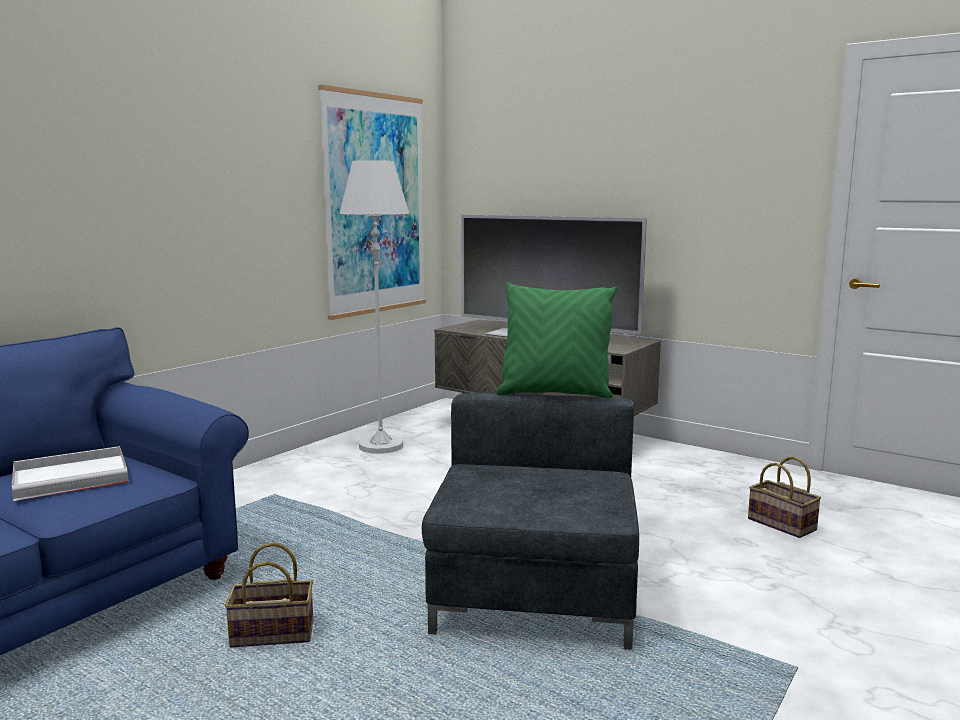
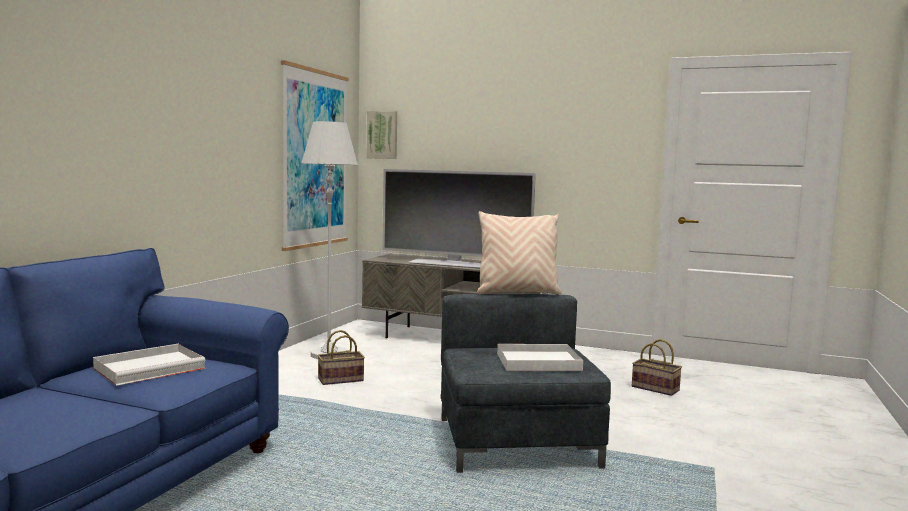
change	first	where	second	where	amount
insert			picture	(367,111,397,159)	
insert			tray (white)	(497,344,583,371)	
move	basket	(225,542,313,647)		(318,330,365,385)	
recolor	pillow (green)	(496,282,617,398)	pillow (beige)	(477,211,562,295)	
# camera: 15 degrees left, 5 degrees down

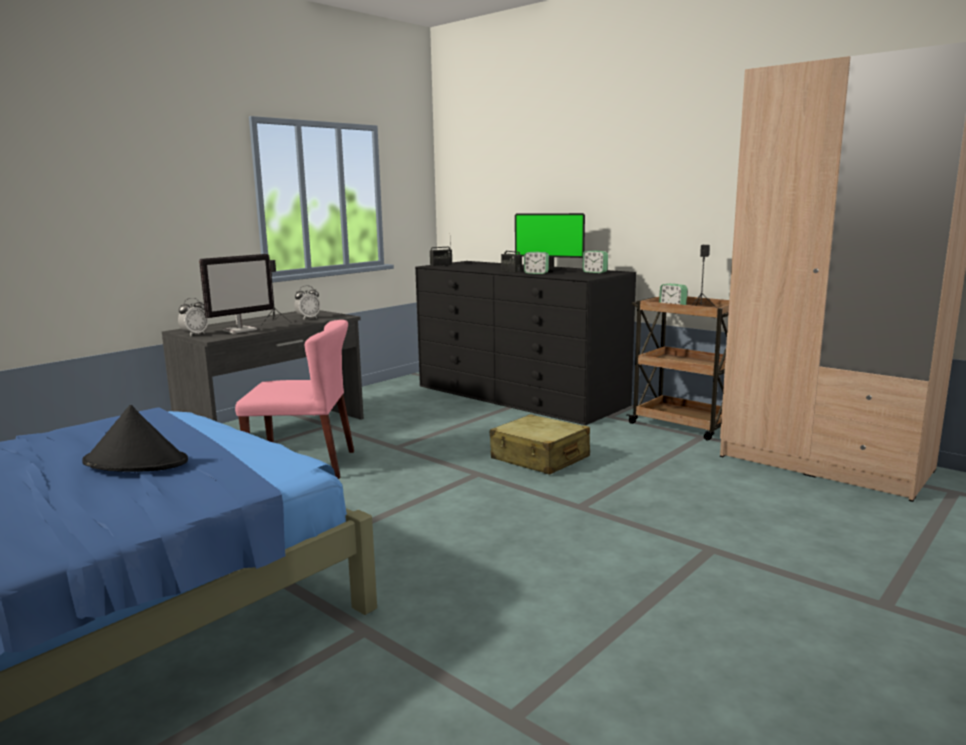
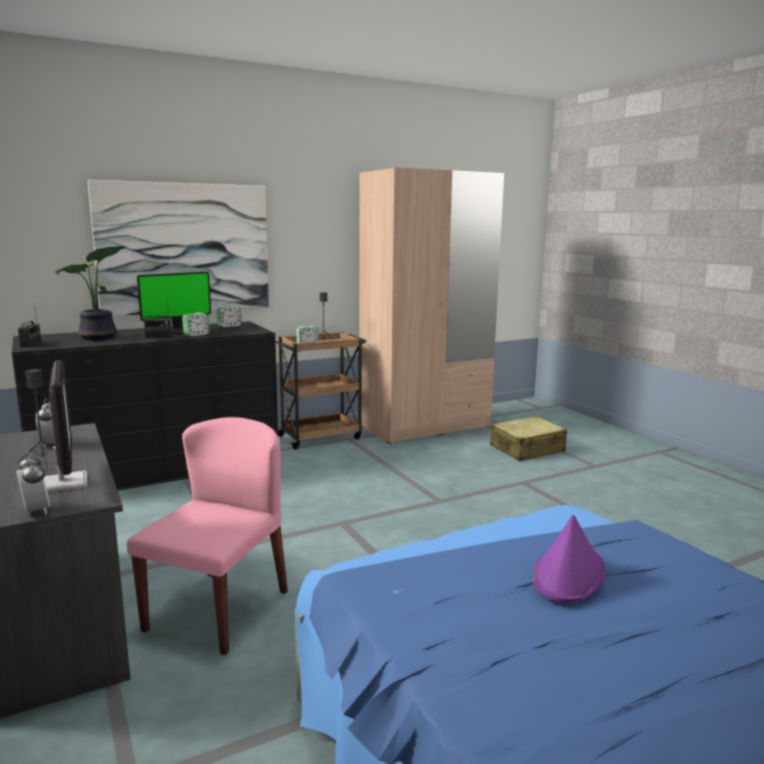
change	first	where	second	where	amount
insert			potted plant	(55,246,126,340)	
insert			picture	(88,180,269,316)	
move	suitcase (beige)	(490,414,590,475)		(490,416,567,461)	
recolor	hat (black)	(82,405,188,472)	hat (purple)	(533,515,605,602)	
# camera: 70 degrees left, 0 degrees up

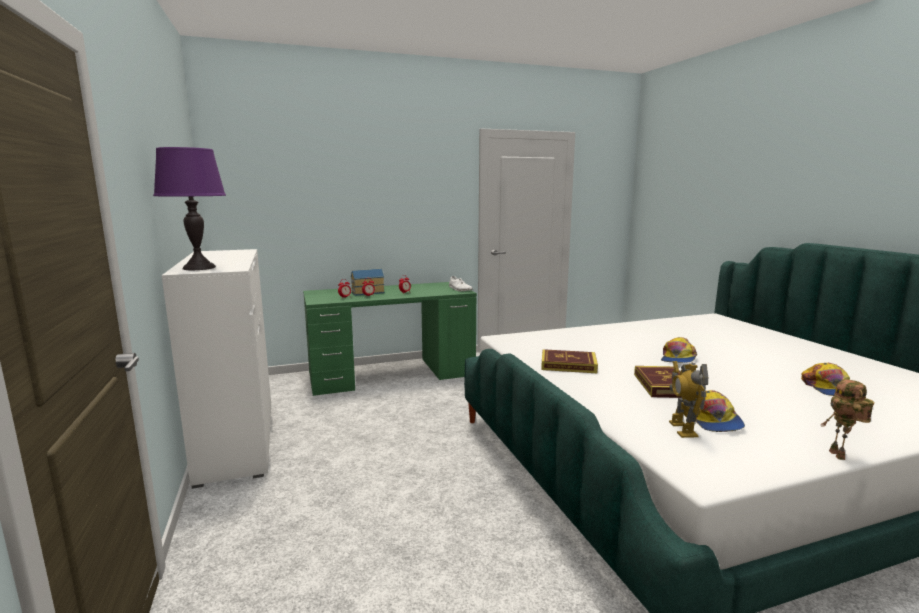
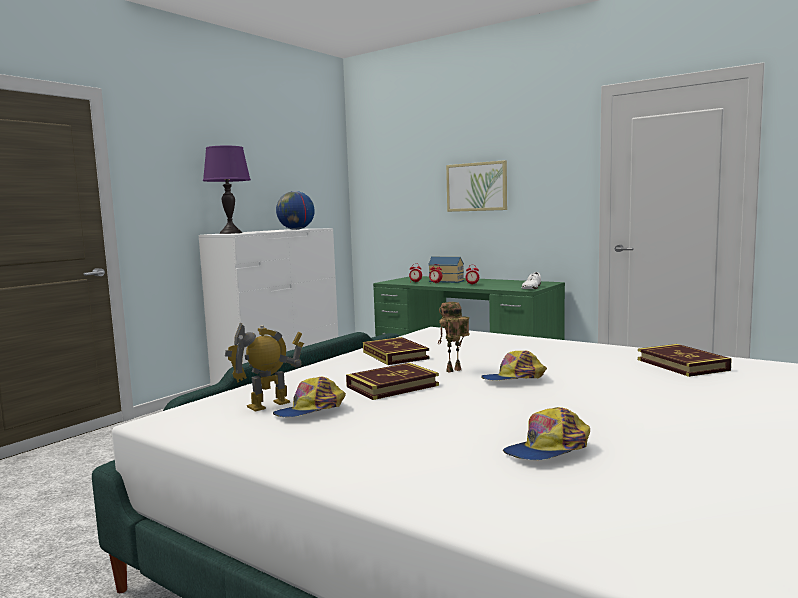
change	first	where	second	where	amount
insert			globe	(276,191,315,230)	
insert			picture	(446,160,507,212)	
insert			book	(638,344,732,377)	
move	toy robot	(821,380,875,460)		(438,302,469,372)	
# camera: 55 degrees right, 5 degrees down

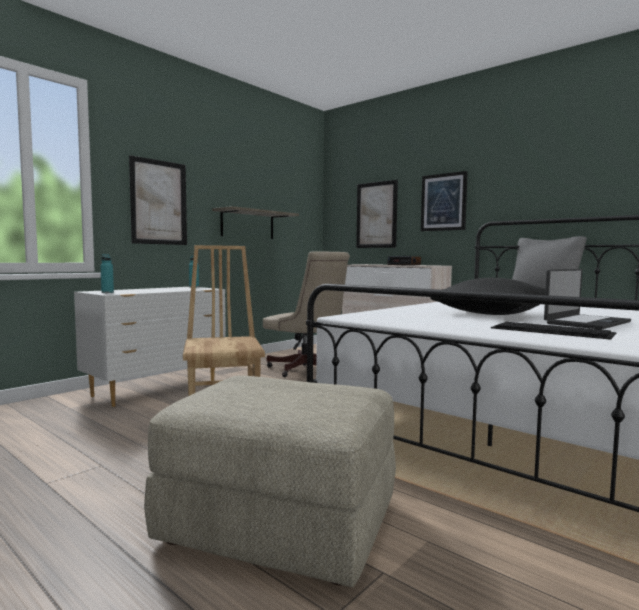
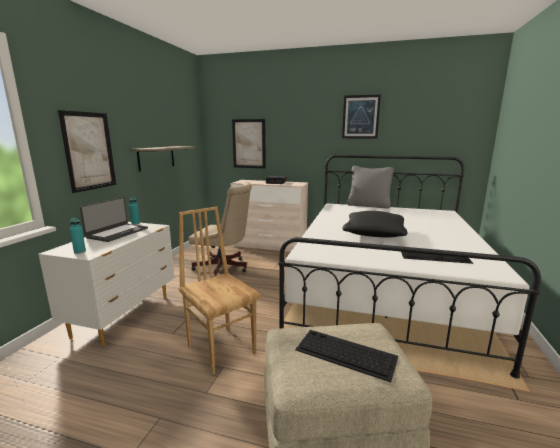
change	first	where	second	where	amount
insert			keyboard	(295,330,398,382)	
move	picture	(421,171,468,231)		(342,94,381,138)	
move	laptop	(544,269,631,330)		(80,197,148,242)	
# camera: 25 degrees left, 10 degrees up

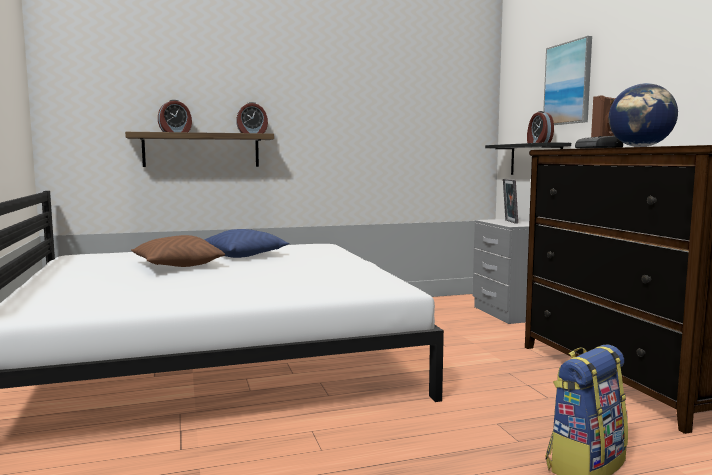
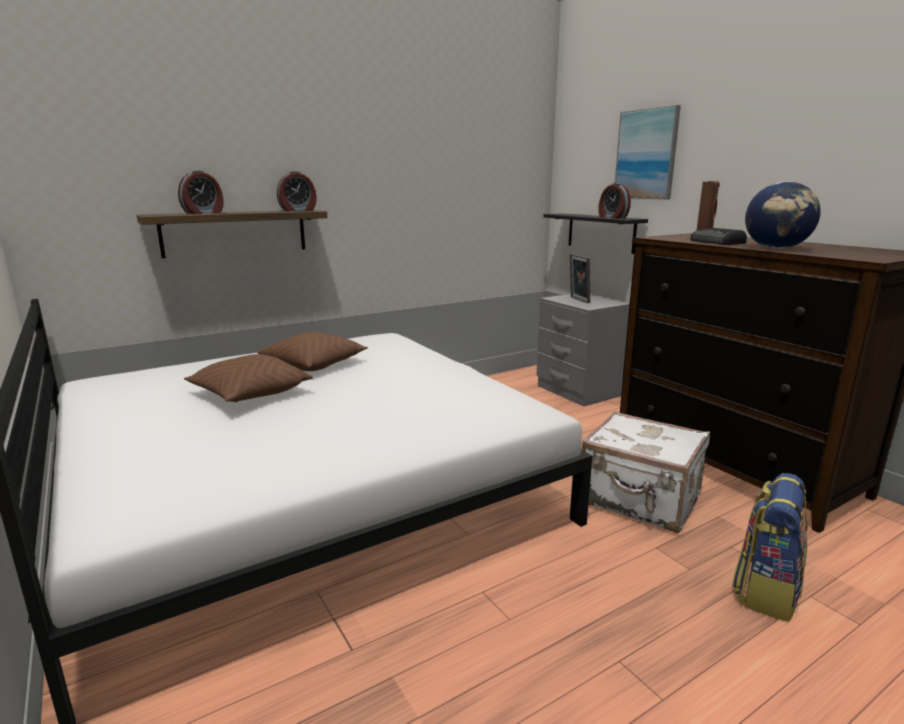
change	first	where	second	where	amount
insert			suitcase (white)	(582,411,710,533)	
recolor	pillow (blue)	(205,229,289,258)	pillow (brown)	(258,332,368,371)	
# camera: 15 degrees left, 10 degrees up

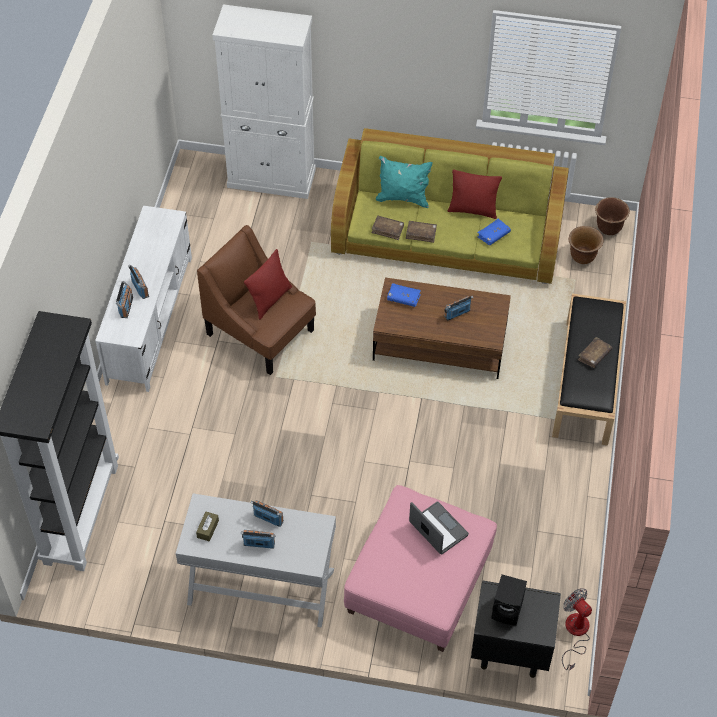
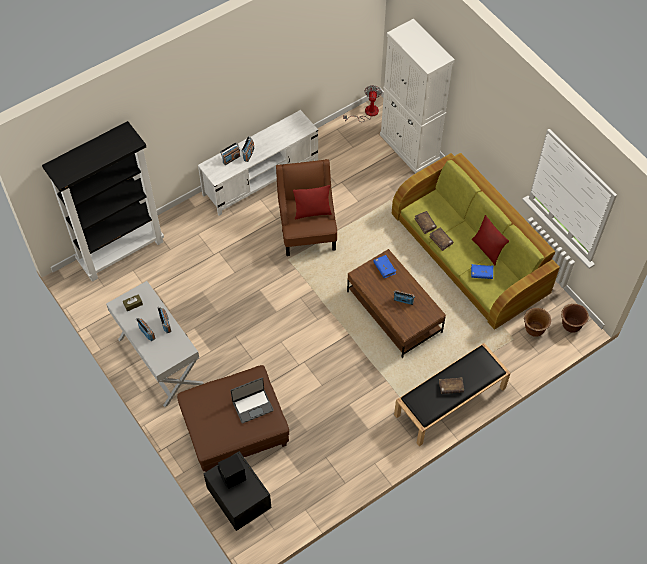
change	first	where	second	where	amount
delete	pillow (turquoise)	(376,156,433,208)			
move	fan	(562,588,592,671)		(343,85,382,122)	
recolor	ottoman (pink)	(344,485,497,652)	ottoman (brown)	(177,365,289,472)	
rotate	laptop	(409,501,469,554)		(230,377,274,423)	60 degrees clockwise
# camera: 45 degrees right, 5 degrees up

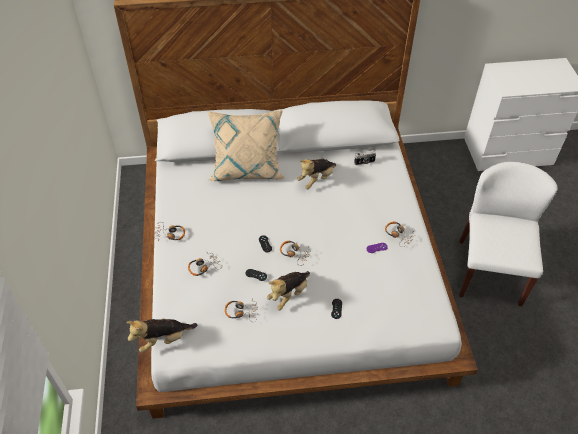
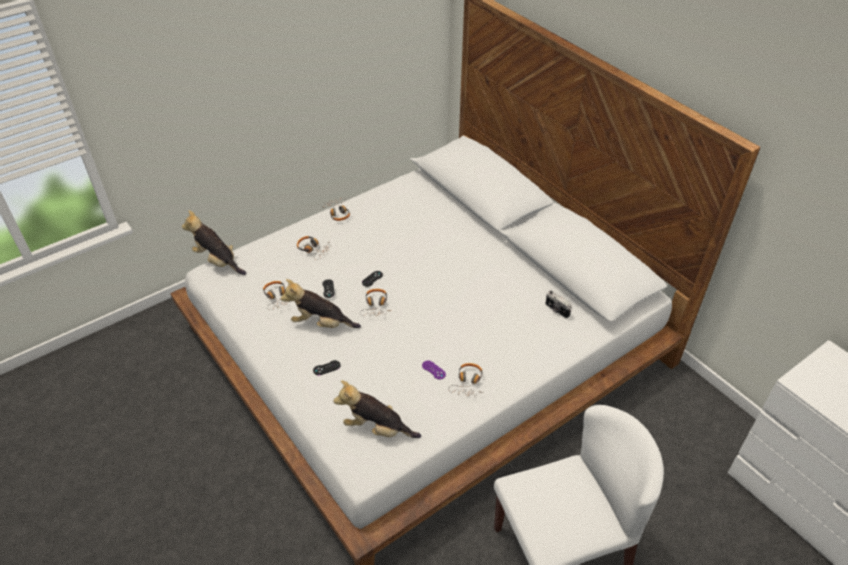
change	first	where	second	where	amount
delete	pillow (beige)	(207,110,286,181)			
move	plush toy	(297,159,336,189)		(334,380,421,438)	
# camera: 60 degrees right, 5 degrees down

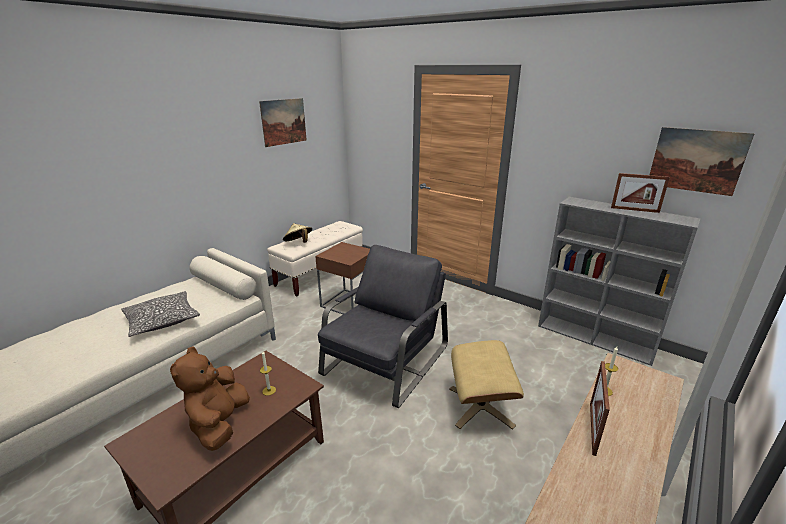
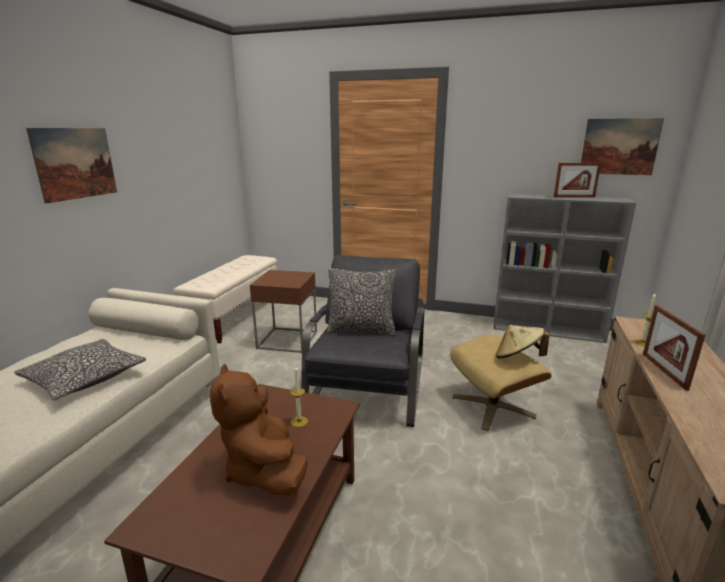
change	first	where	second	where	amount
insert			pillow	(326,268,397,336)	
move	picture	(259,98,307,147)		(26,128,117,204)	
move	hat (beige)	(283,223,312,243)		(495,325,550,359)	
# camera: 20 degrees left, 5 degrees down

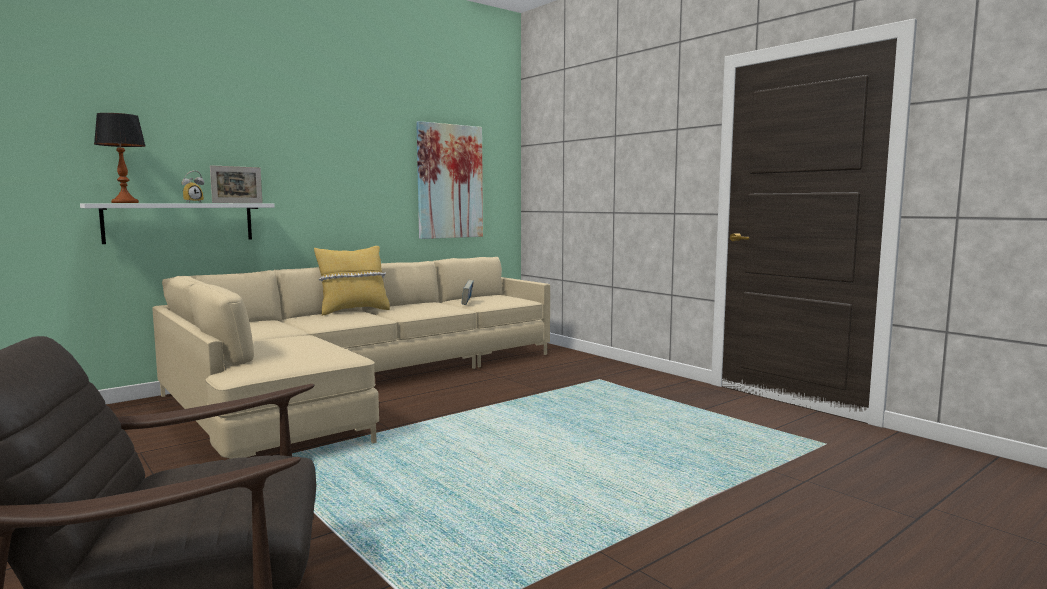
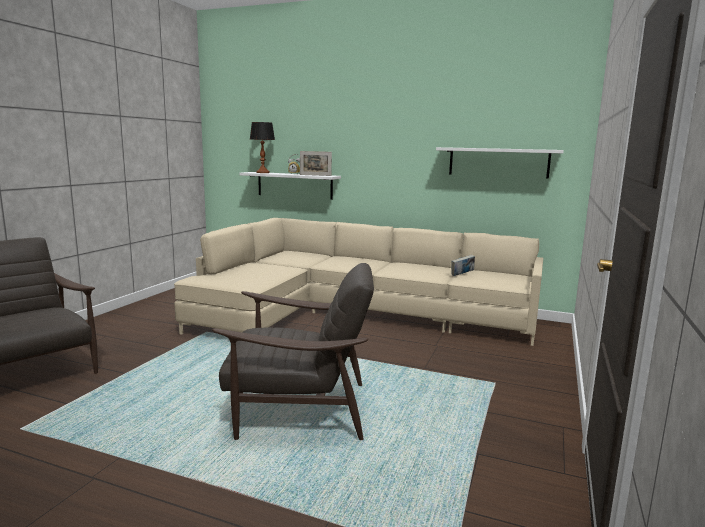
change	first	where	second	where	amount
delete	pillow (yellow)	(314,246,390,315)			
insert			armchair (brown)	(212,263,374,440)	
replace	picture	(416,121,483,239)	shelf (white)	(436,147,564,179)	
# camera: 60 degrees right, 5 degrees up

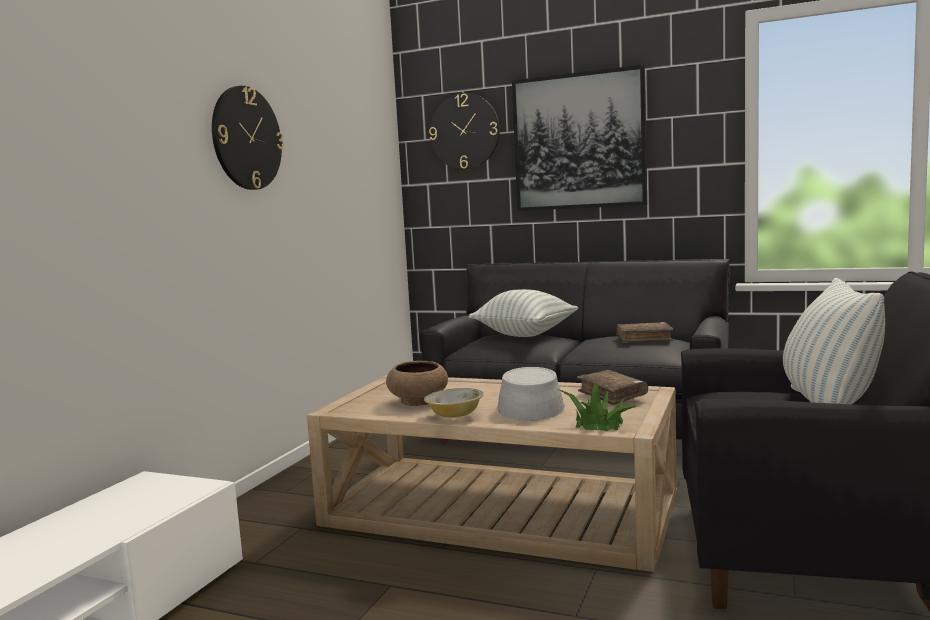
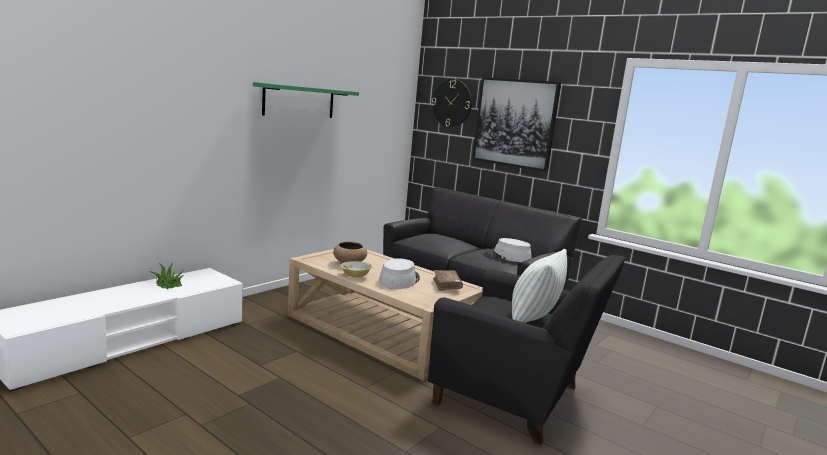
change	first	where	second	where	amount
delete	pillow	(469,289,578,337)			
move	potted plant	(558,379,637,431)		(149,263,184,289)	
replace	wall clock	(212,86,284,190)	shelf (green)	(253,82,359,118)	
replace	book (brown)	(616,322,674,343)	hat (grey)	(485,238,532,262)	
# camera: 15 degrees right, 5 degrees up

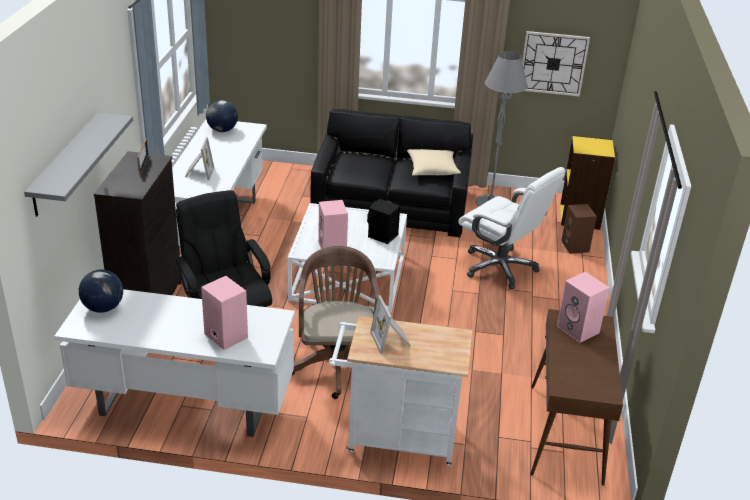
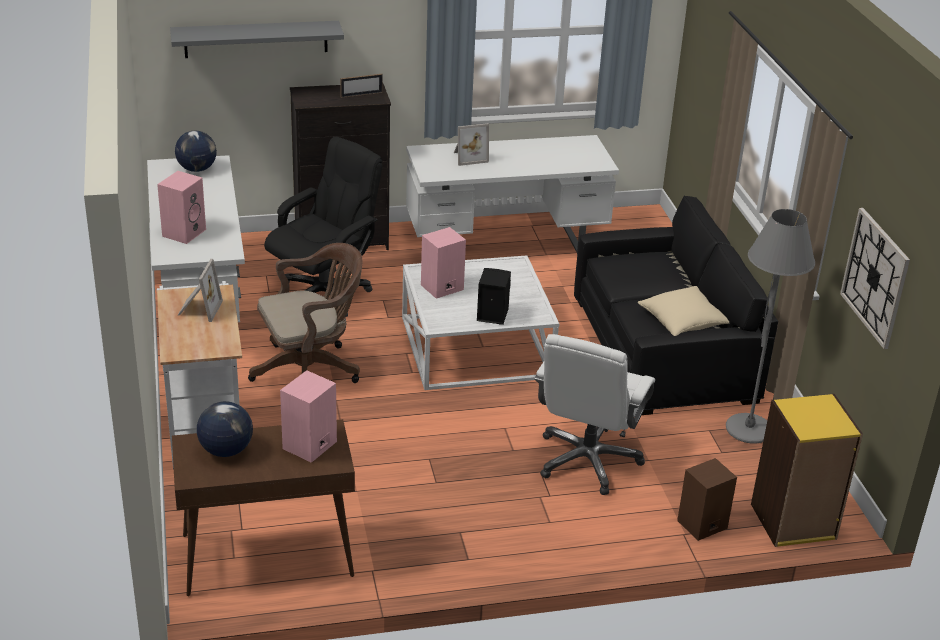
change	first	where	second	where	amount
move	globe	(206,100,238,132)		(197,401,253,457)	
rotate	picture frame	(370,295,411,354)		(178,259,223,322)	135 degrees clockwise
# camera: 70 degrees right, 0 degrees up

